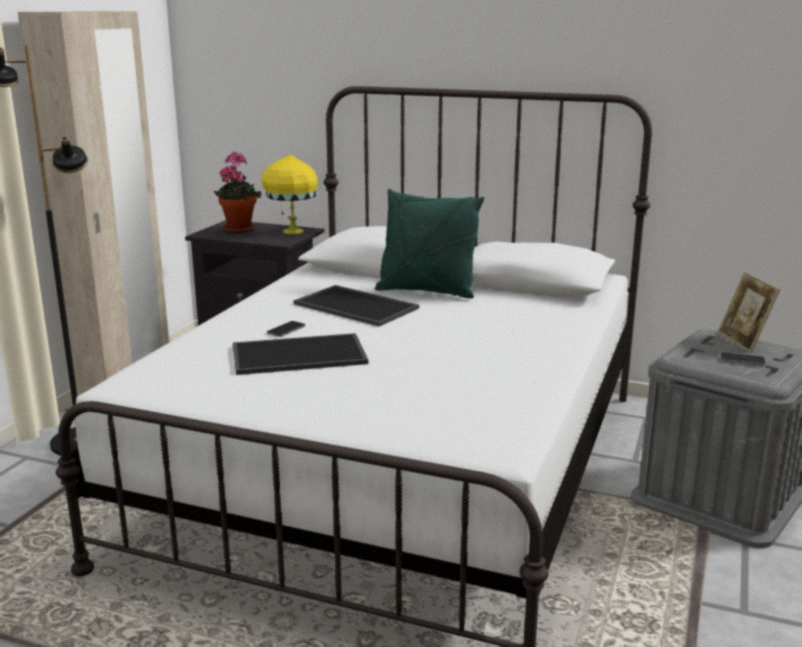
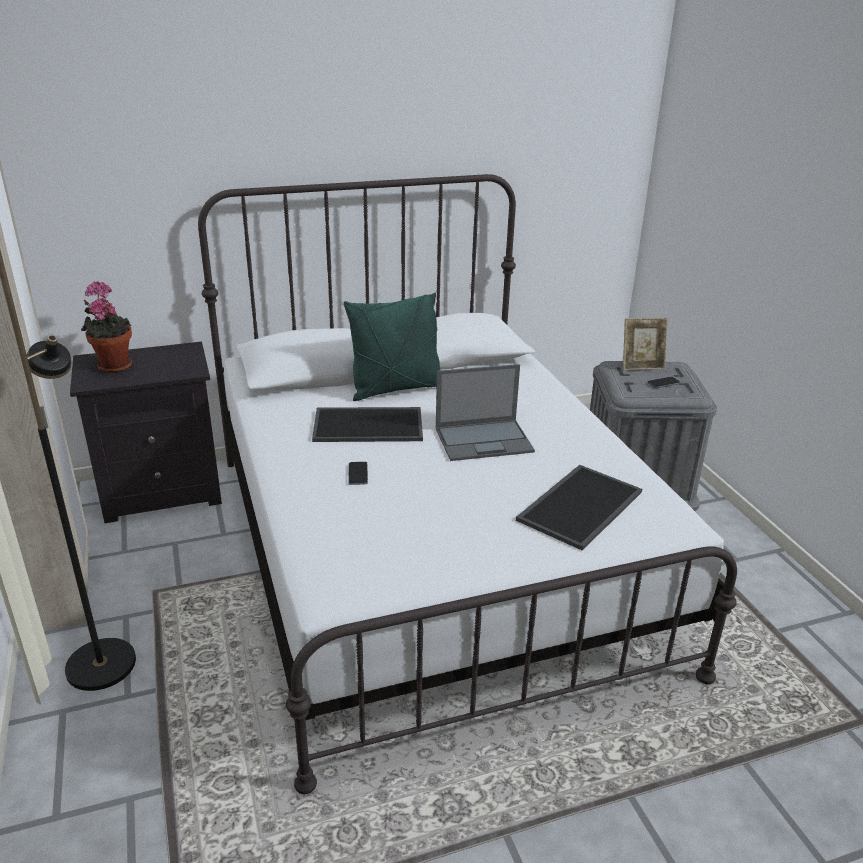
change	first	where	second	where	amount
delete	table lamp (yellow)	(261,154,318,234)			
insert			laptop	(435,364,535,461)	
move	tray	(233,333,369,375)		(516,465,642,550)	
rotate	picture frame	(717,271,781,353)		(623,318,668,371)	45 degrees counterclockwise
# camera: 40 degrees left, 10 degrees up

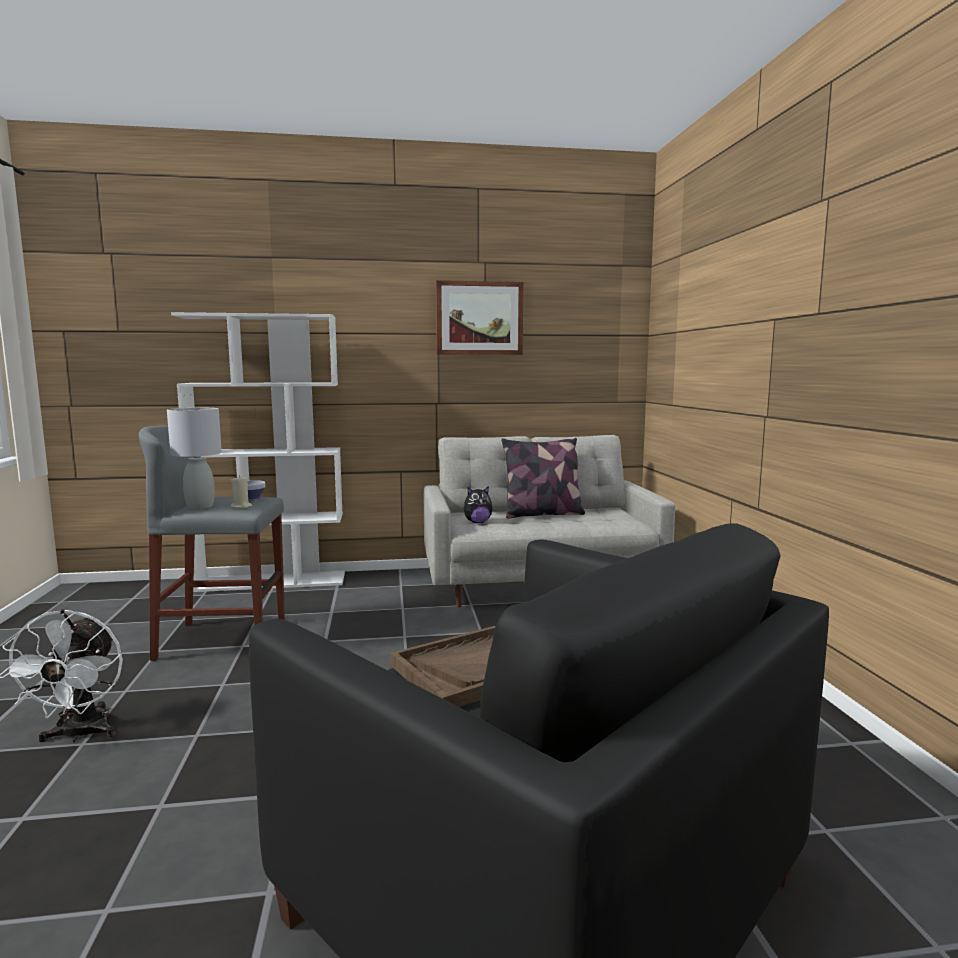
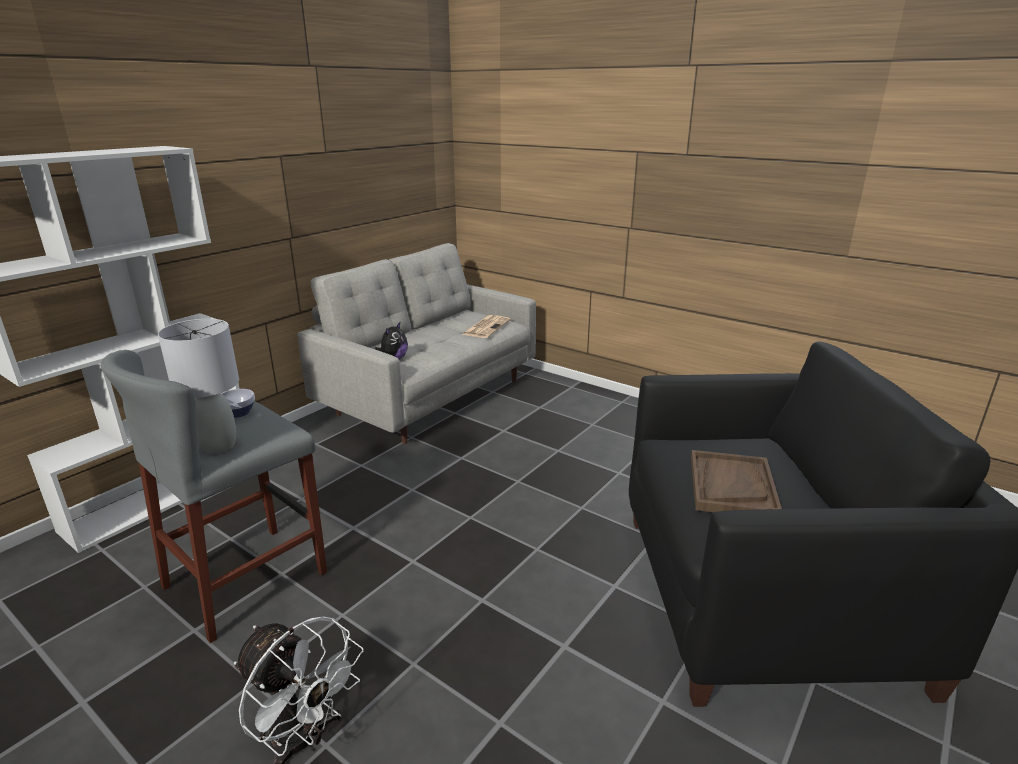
change	first	where	second	where	amount
delete	candle (beige)	(231,475,252,508)			
delete	picture	(436,280,523,355)			
delete	pillow	(501,438,585,518)			
insert			newspaper	(461,315,511,338)	
# camera: 45 degrees left, 15 degrees up

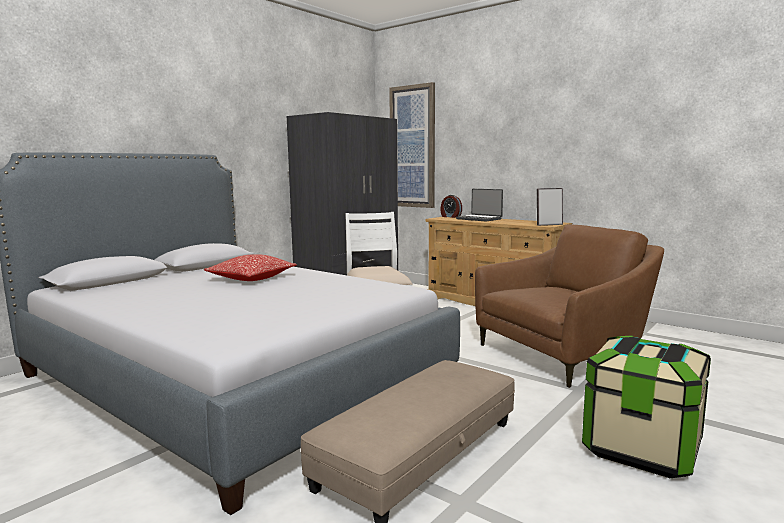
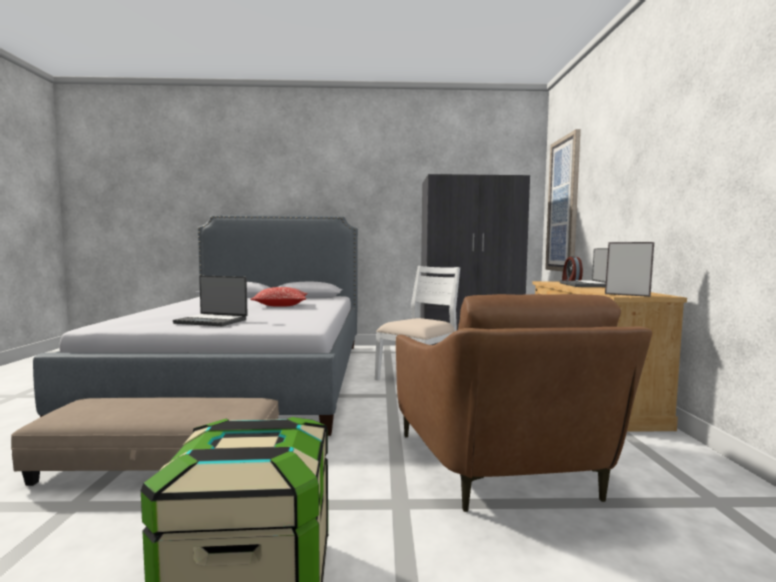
change	first	where	second	where	amount
insert			laptop	(173,276,248,326)	
rotate	armchair (brown)	(475,224,664,388)		(396,294,652,512)	60 degrees clockwise
# camera: 50 degrees right, 5 degrees down

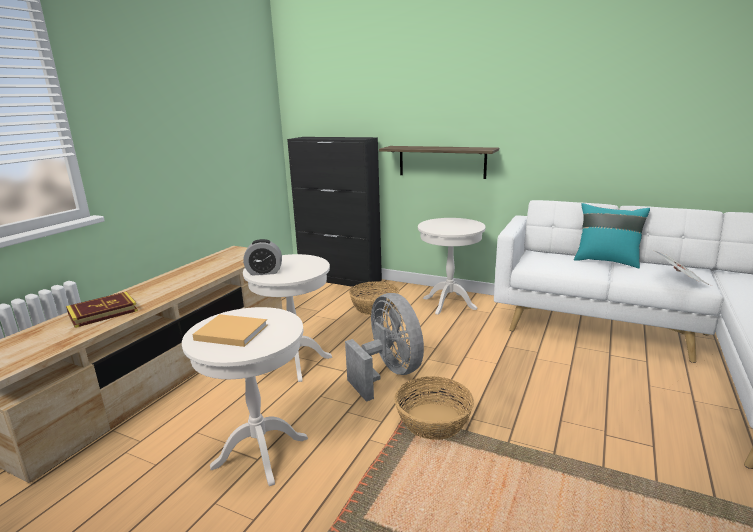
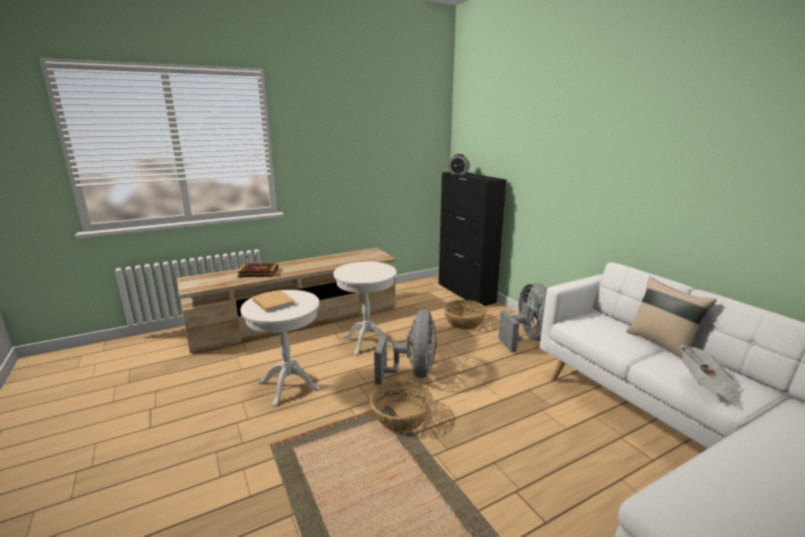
change	first	where	second	where	amount
delete	shelf	(379,146,499,179)			
move	alarm clock	(243,239,282,276)		(448,154,470,175)	
replace	side table (white)	(418,218,486,315)	fan (grey)	(498,283,547,352)	
recolor	pillow (turquoise)	(574,203,650,268)	pillow (beige)	(626,277,717,359)	
# camera: 35 degrees right, 0 degrees up

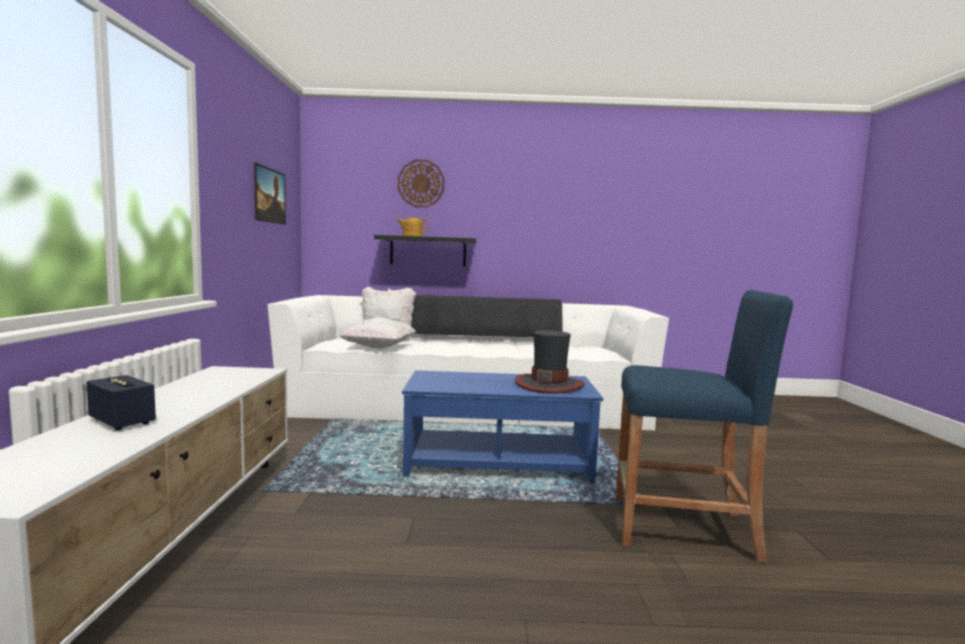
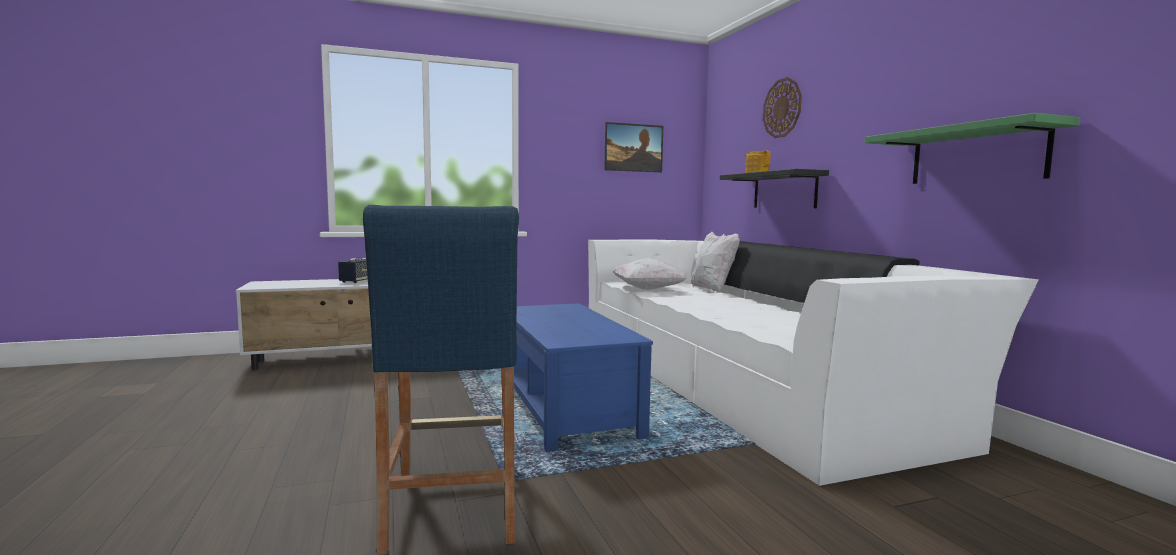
change	first	where	second	where	amount
delete	hat	(515,330,585,394)			
insert			shelf (green)	(865,113,1081,184)	
# camera: 70 degrees right, 0 degrees up

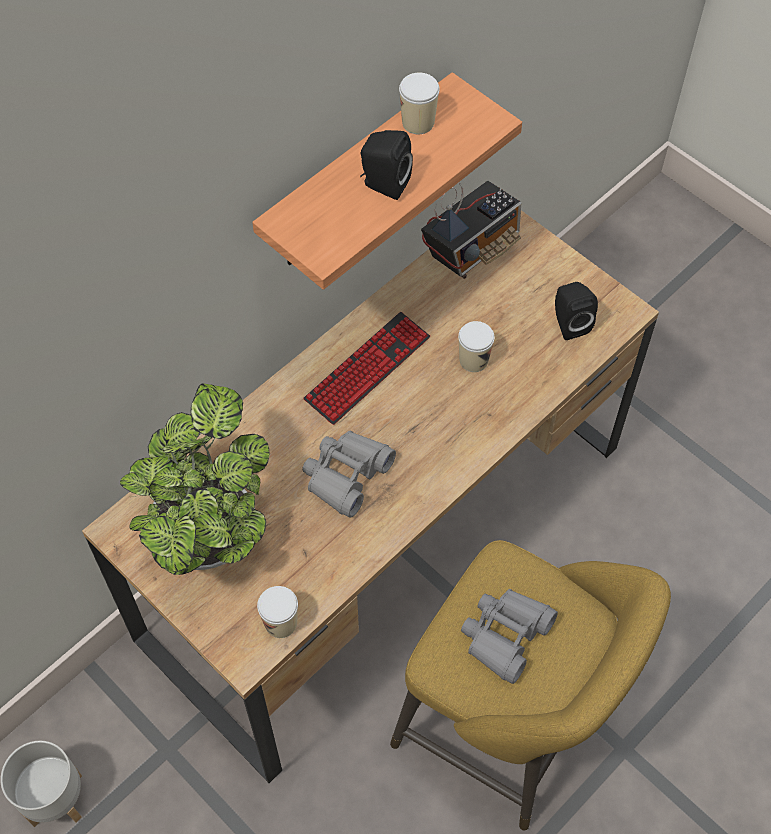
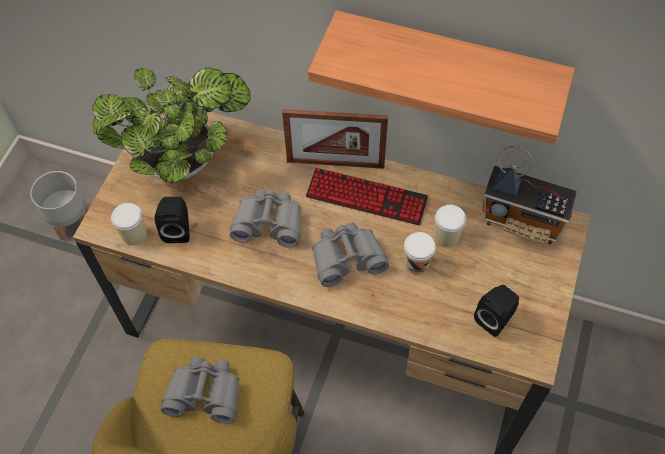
change	first	where	second	where	amount
insert			picture frame	(282,109,388,169)	
insert			binoculars (grey)	(312,223,389,287)	
move	speaker (black)	(360,130,413,200)		(155,197,190,243)	
move	cup	(399,72,440,134)		(435,205,466,247)	
# camera: 65 degrees right, 0 degrees up

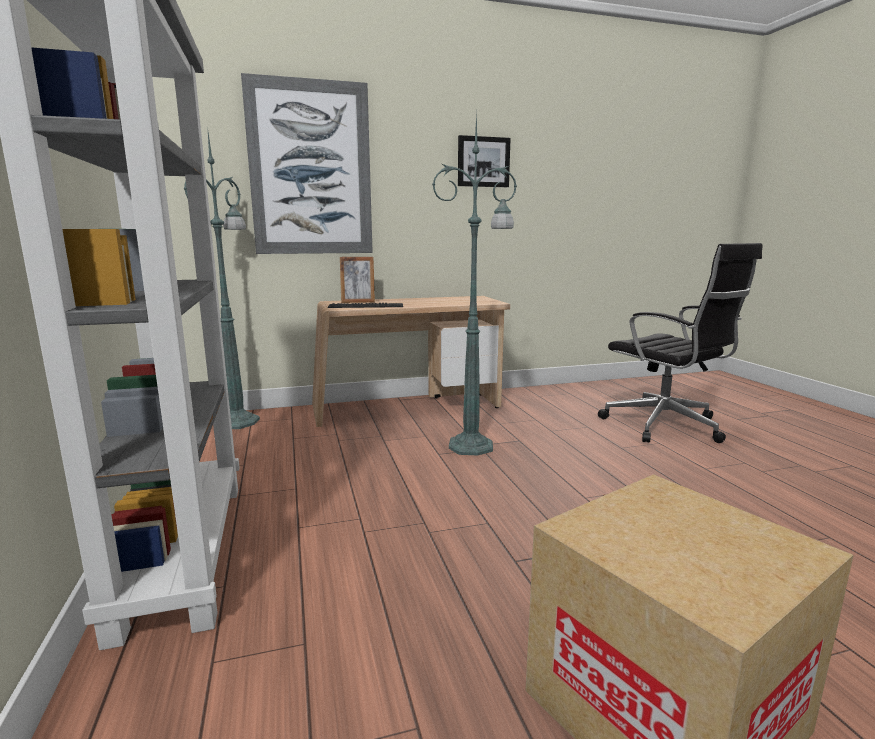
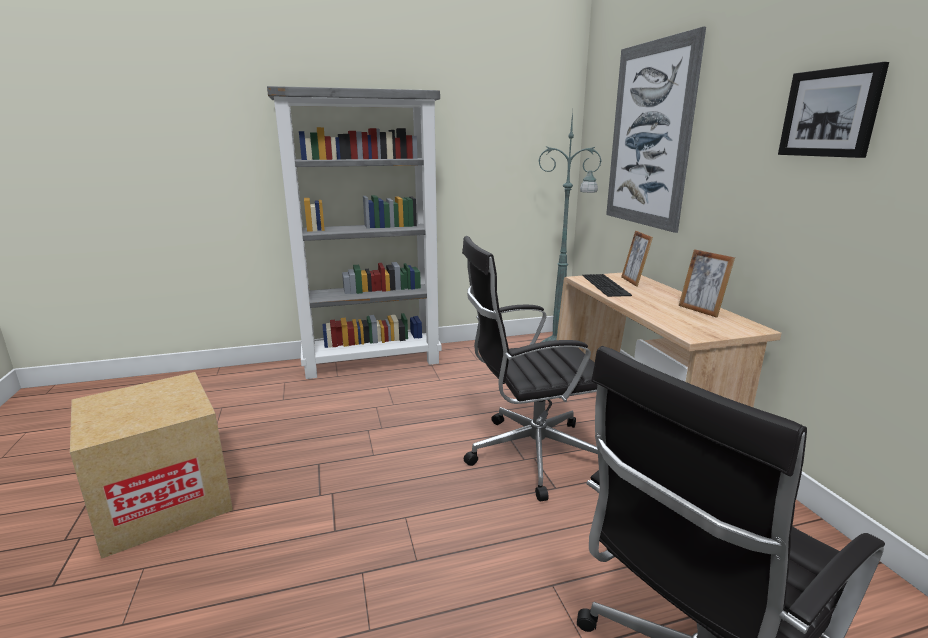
change	first	where	second	where	amount
insert			picture frame	(678,249,735,318)	
replace	floor lamp (green)	(432,111,517,456)	office chair (black)	(462,236,598,501)	
# camera: 90 degrees right, 5 degrees up

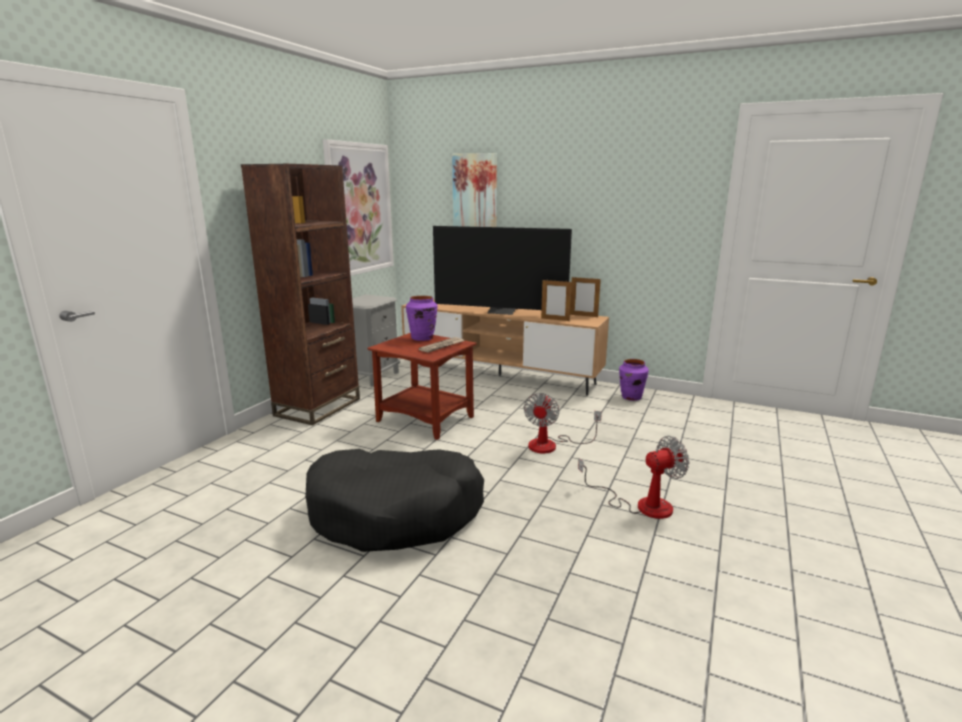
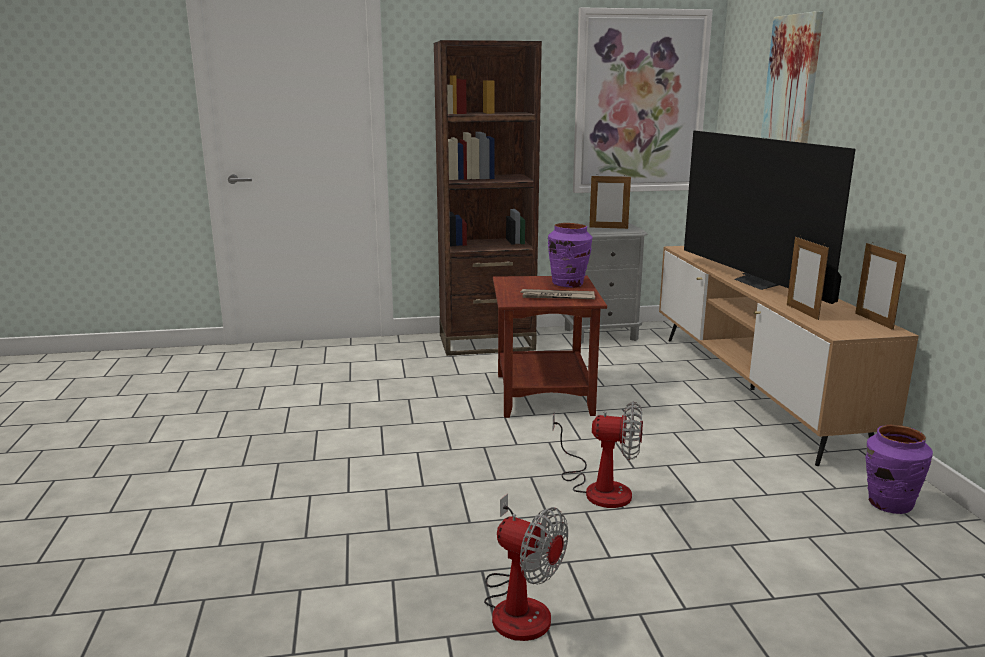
change	first	where	second	where	amount
delete	dog bed (black)	(305,449,484,552)			
insert			picture frame	(589,174,631,229)	
rotate	fan	(524,393,602,453)		(553,401,643,508)	150 degrees counterclockwise
# camera: 55 degrees right, 0 degrees up

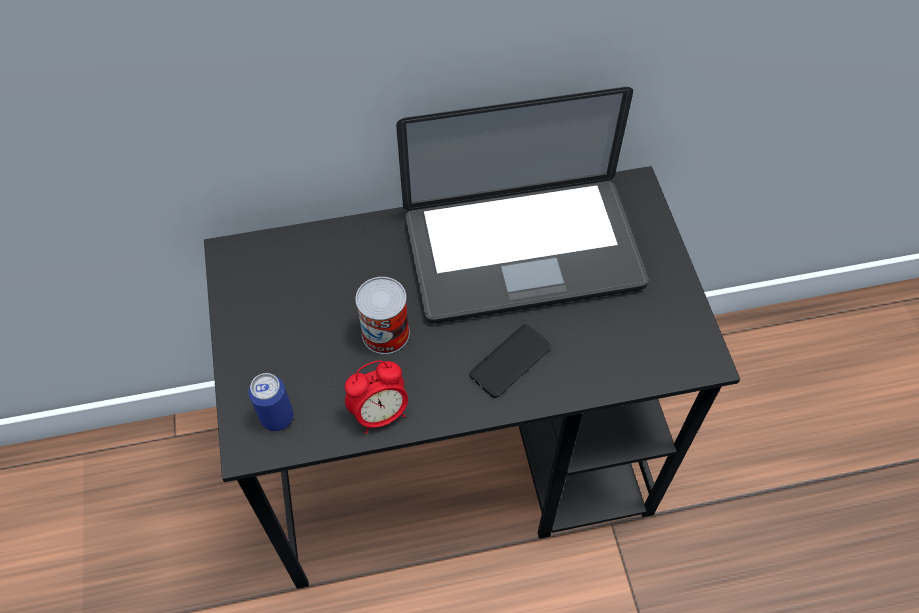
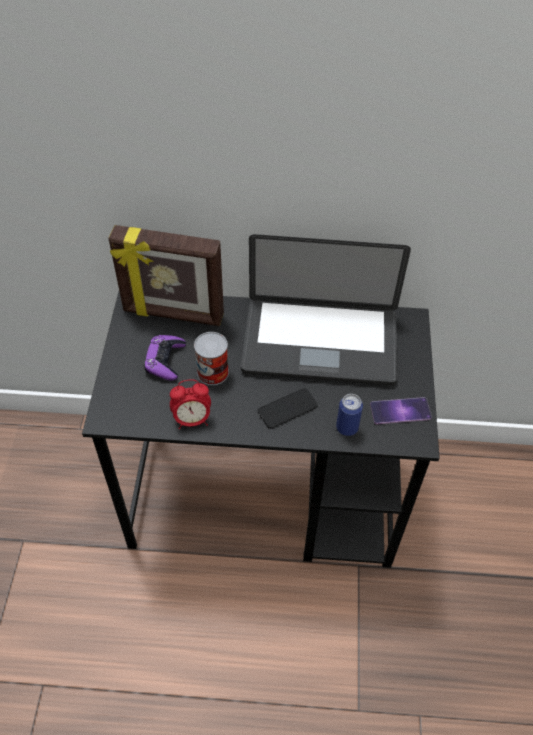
change	first	where	second	where	amount
insert			picture frame	(108,225,224,326)	
insert			game controller (purple)	(144,335,186,381)	
insert			phone	(370,397,432,424)	
move	can	(249,373,294,431)		(336,394,363,436)	
# camera: 15 degrees right, 5 degrees down

